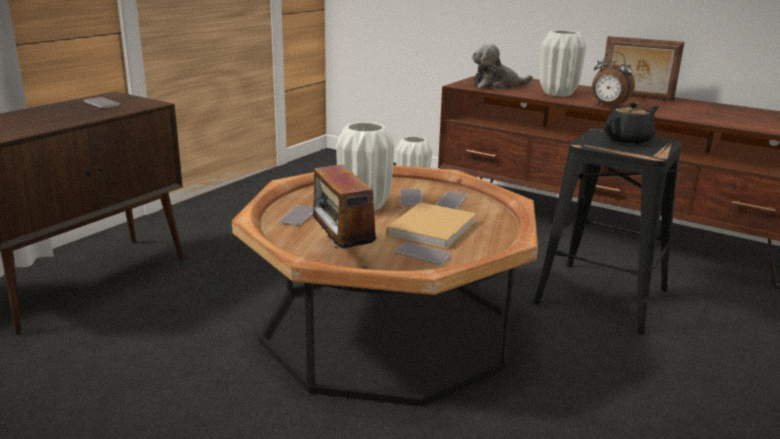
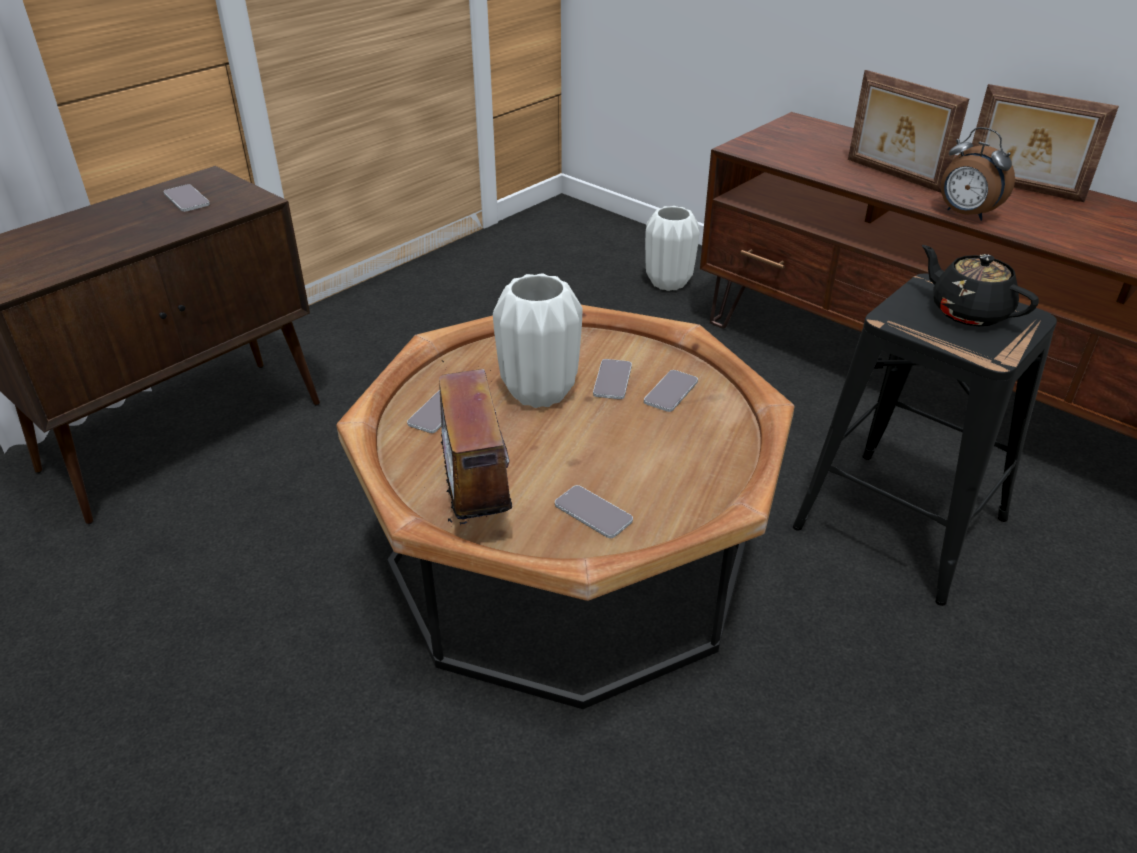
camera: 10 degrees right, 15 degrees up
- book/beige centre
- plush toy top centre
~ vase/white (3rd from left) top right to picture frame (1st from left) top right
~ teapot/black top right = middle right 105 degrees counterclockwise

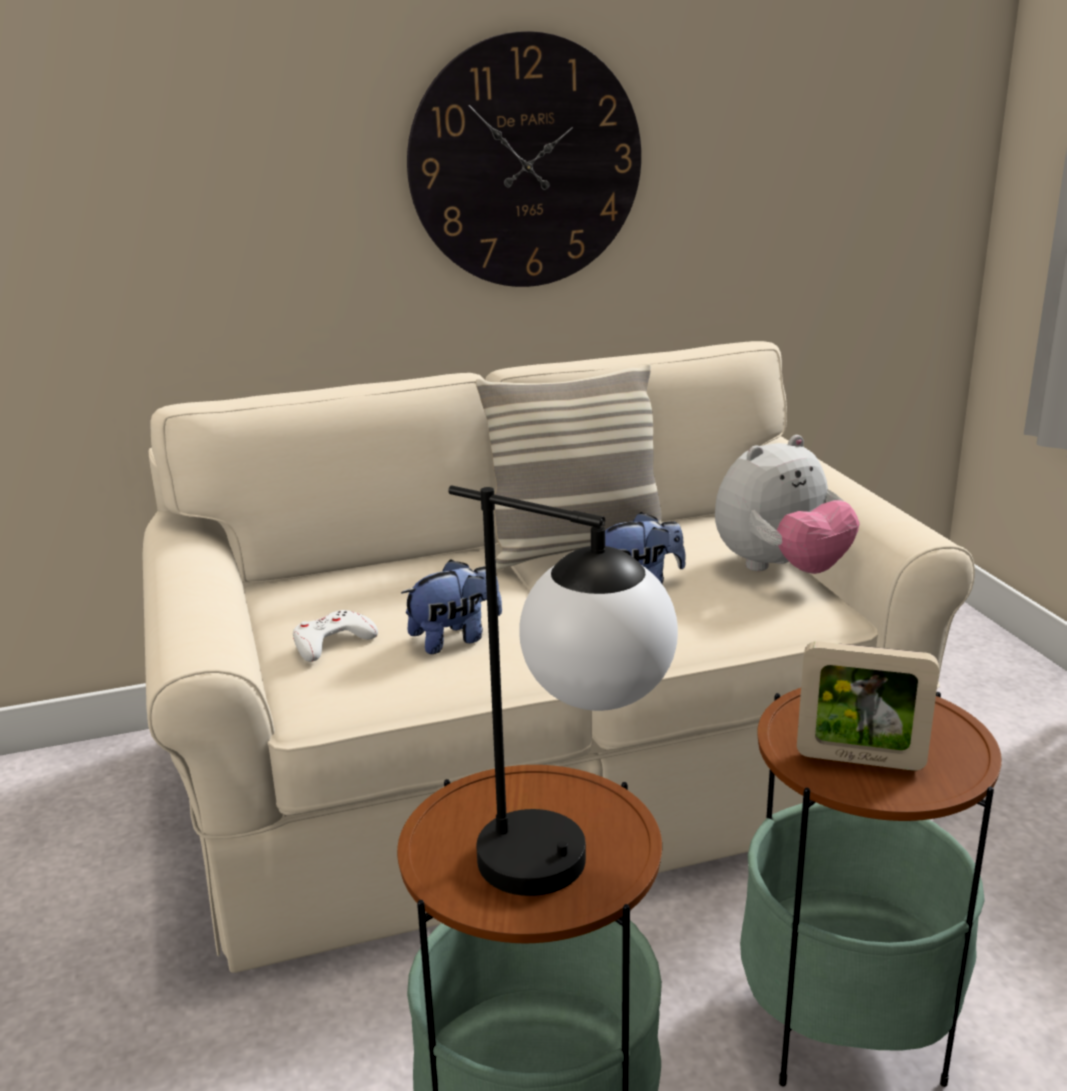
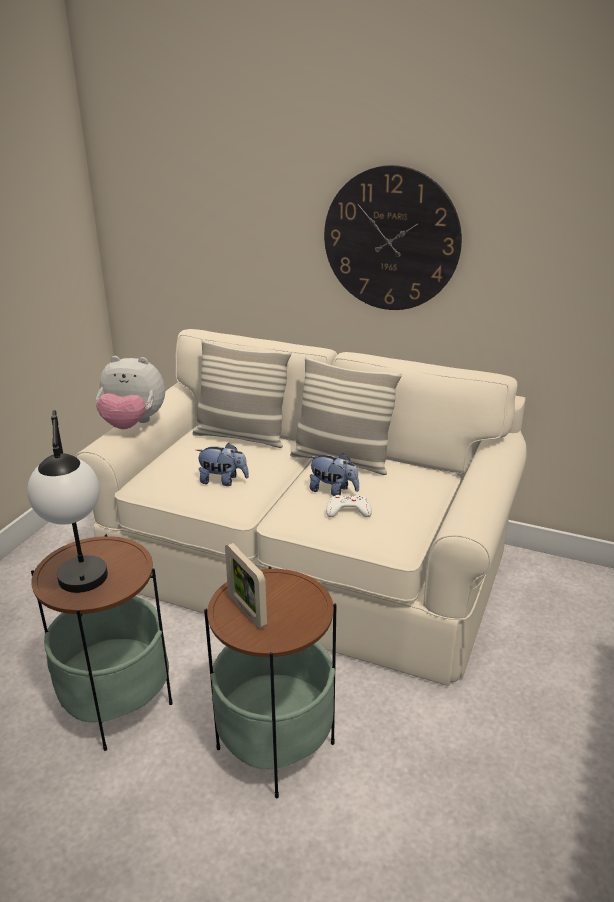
camera: 40 degrees right, 5 degrees up
+ pillow (1st from left) centre
~ game controller/white middle left to centre
~ plush toy (3rd from left in the first image) middle right to plush toy (1st from left) middle left

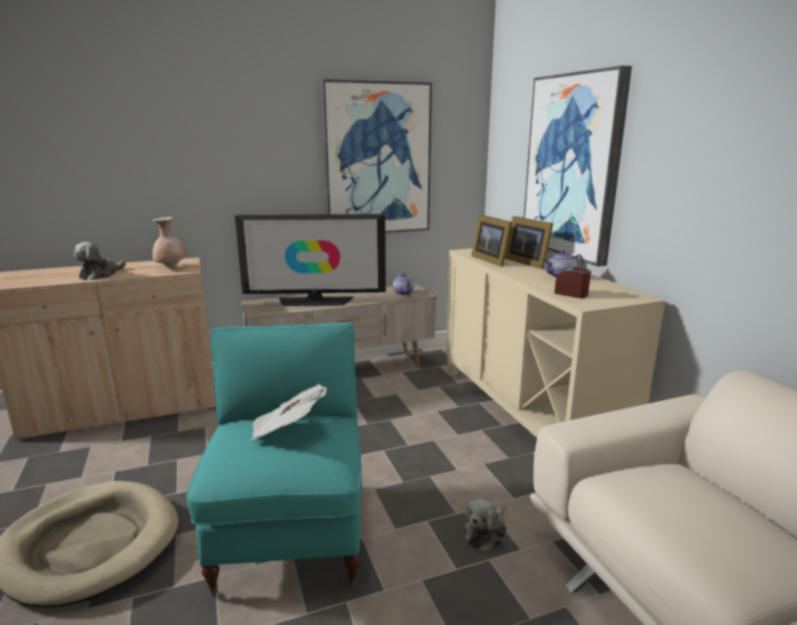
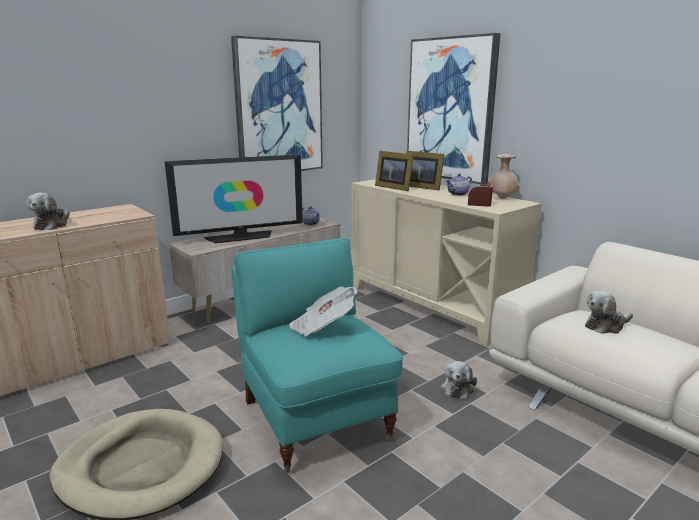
camera: 20 degrees left, 0 degrees up
+ plush toy (3rd from left) middle right
~ vase/beige middle left to middle right

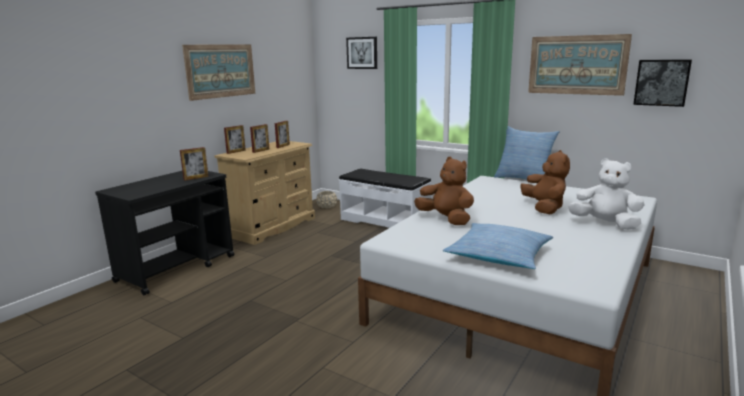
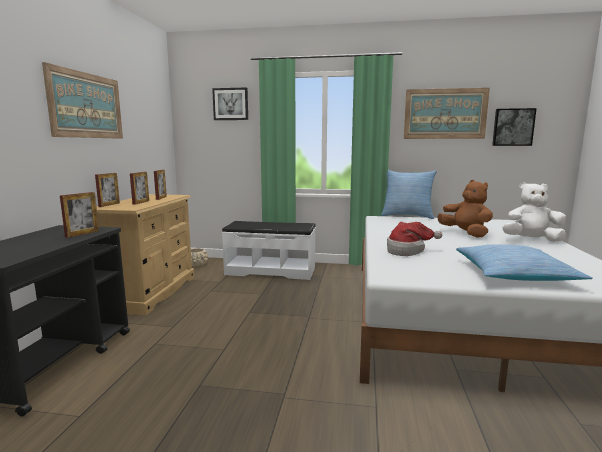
camera: 25 degrees left, 5 degrees down
~ plush toy/brown (1st from left) centre to hat middle right

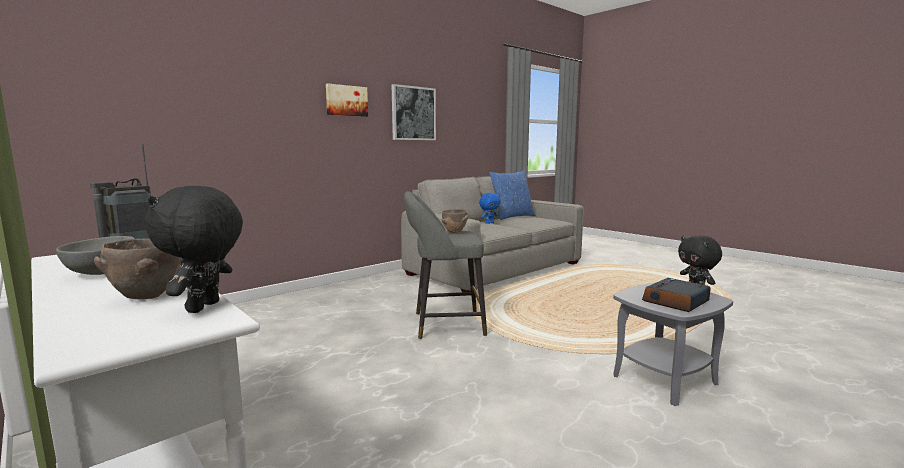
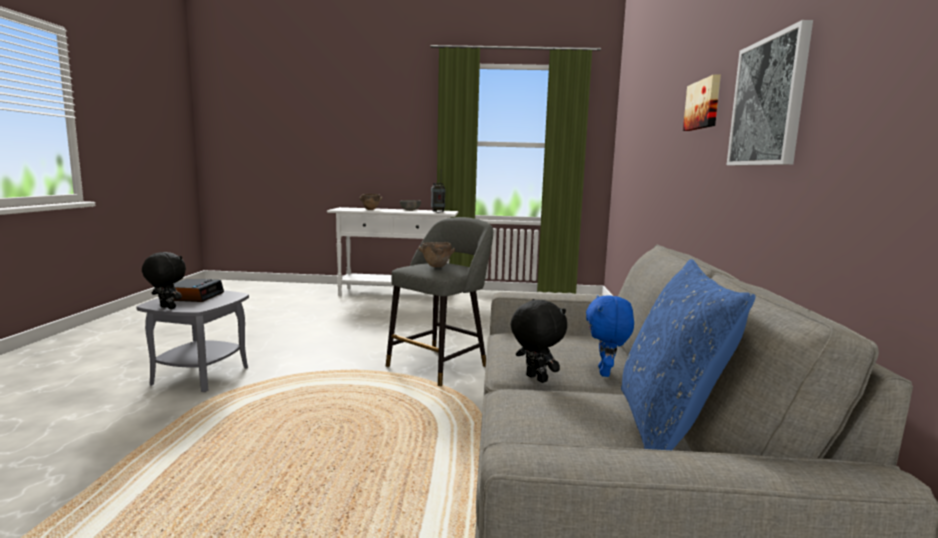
camera: 135 degrees right, 0 degrees up
~ plush toy/black (1st from left in the first image) middle left to plush toy/black (2nd from left) centre

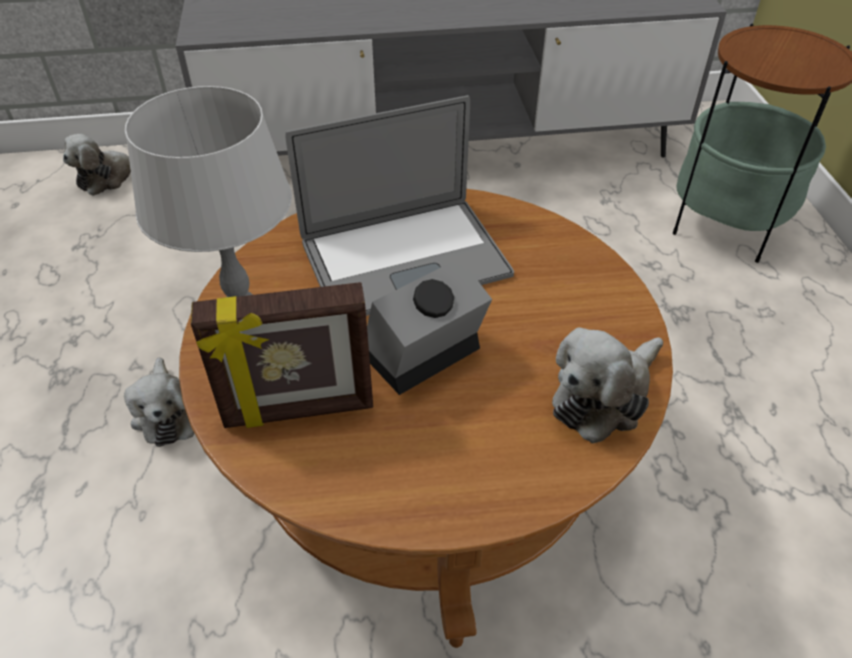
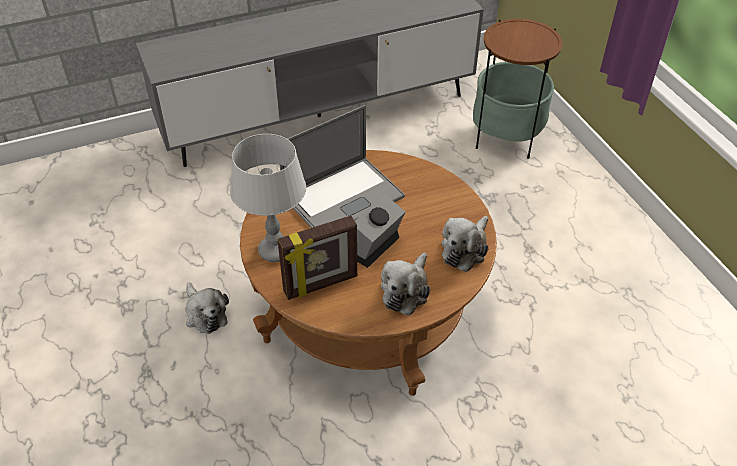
camera: 15 degrees left, 0 degrees up
~ plush toy (1st from left in the first image) top left to plush toy (2nd from left) centre

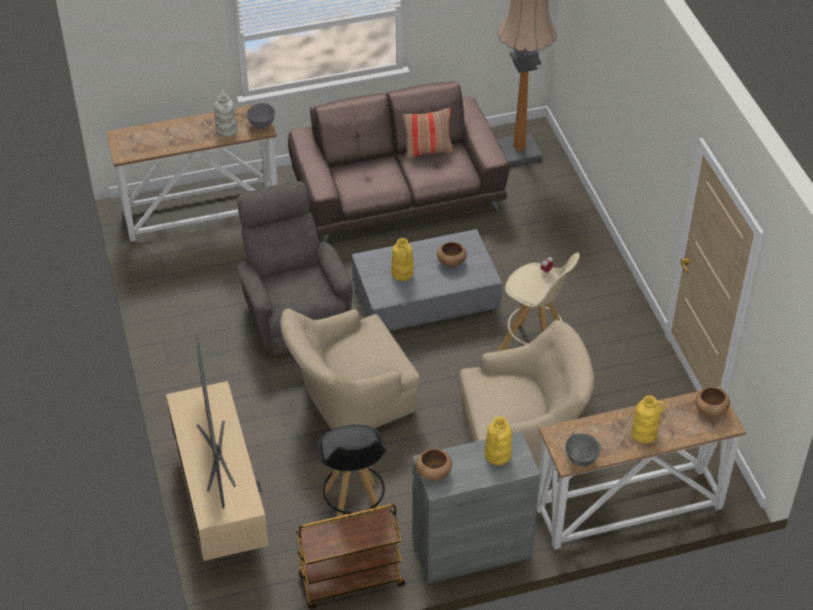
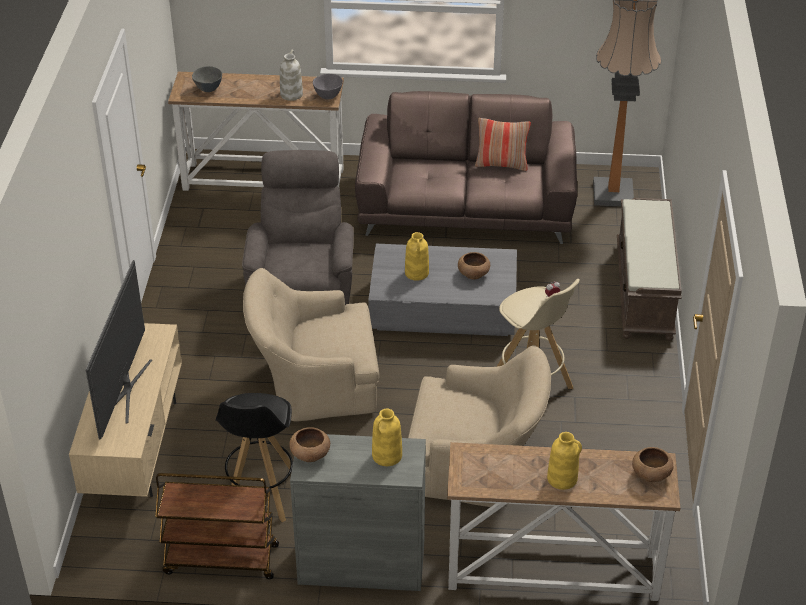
camera: 20 degrees right, 5 degrees down
+ bench/brown middle right
~ bowl/grey (2nd from left in the first image) bottom right to bowl/grey (1st from left) top left

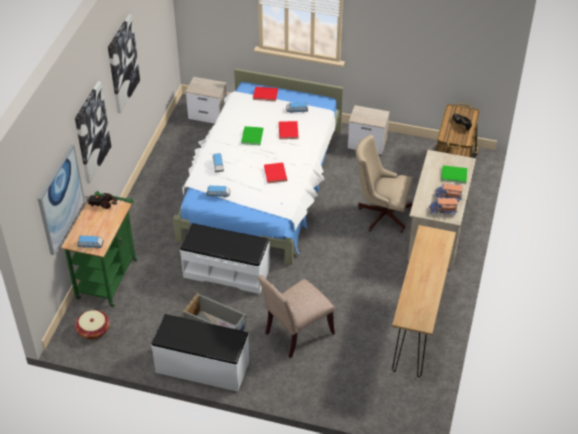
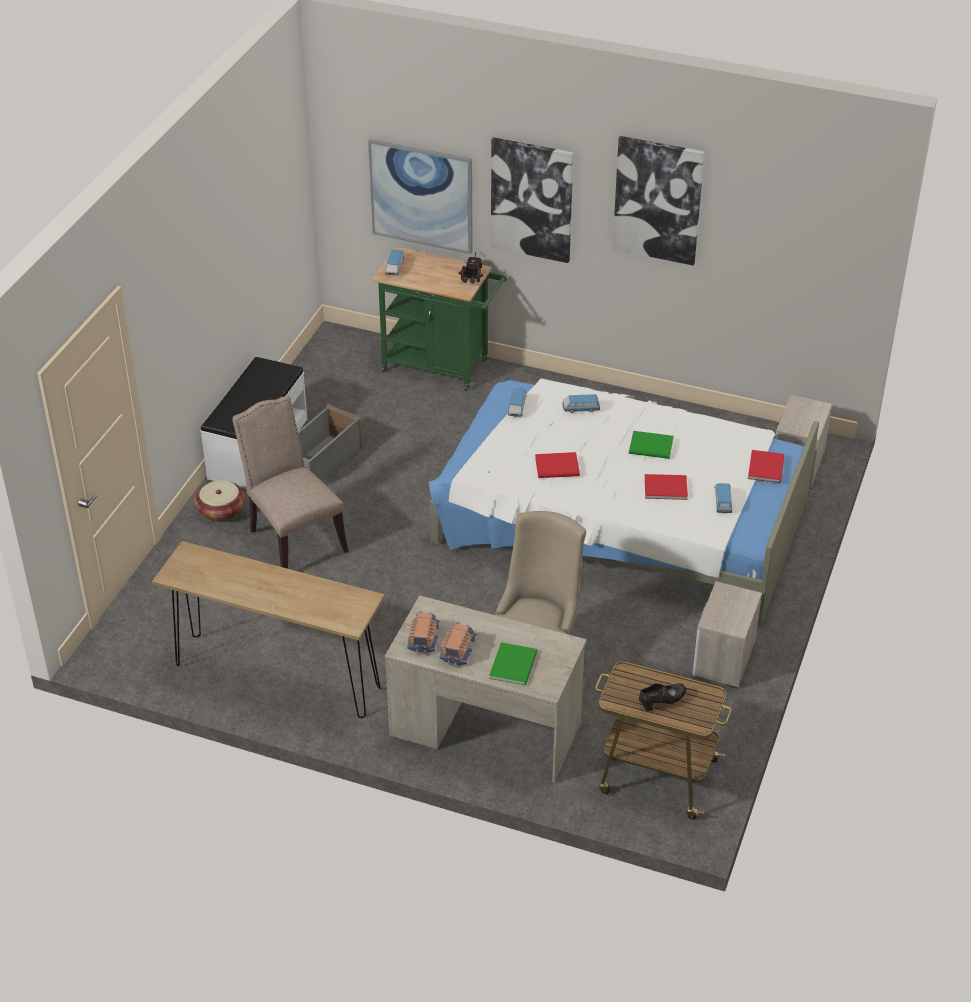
camera: 95 degrees right, 5 degrees down
- bench/white (2nd from left) centre
~ basket bottom left to middle left

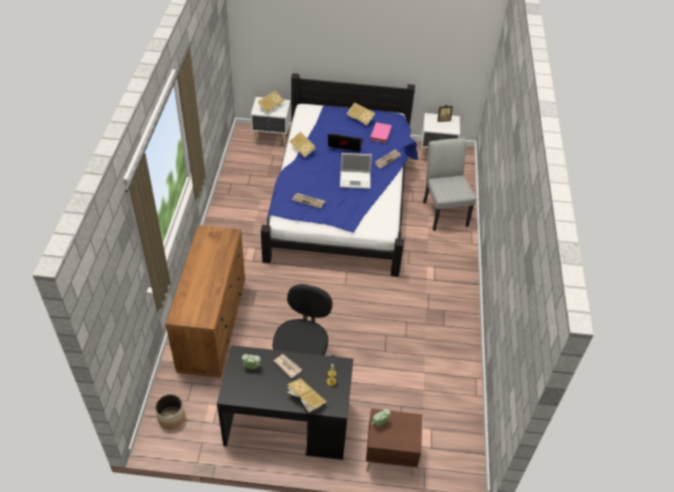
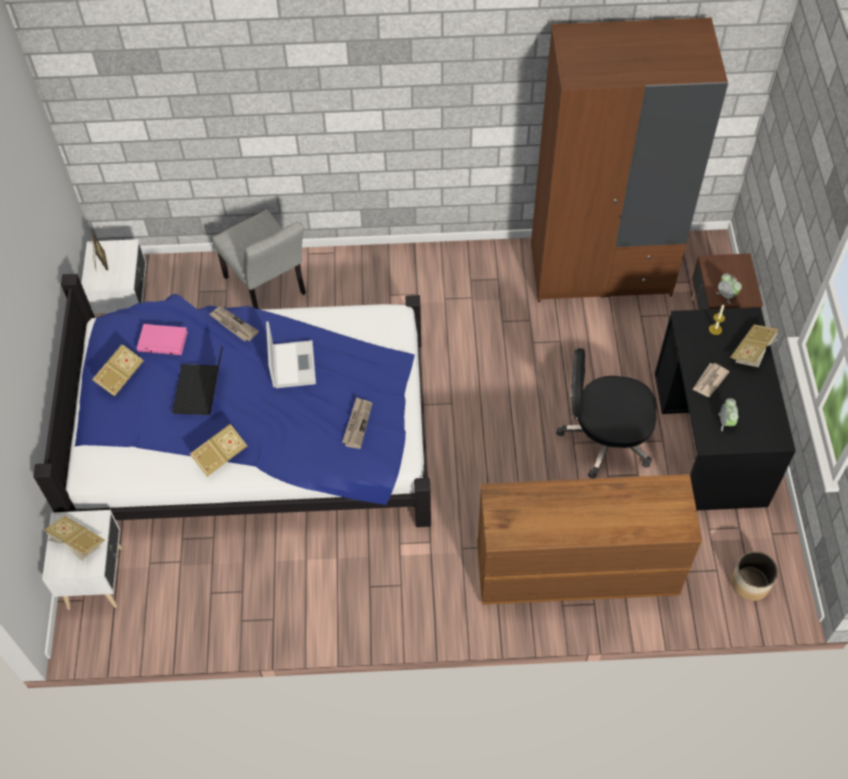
camera: 95 degrees left, 10 degrees up
+ wardrobe/brown top right
~ chair/grey middle right = top left 105 degrees counterclockwise

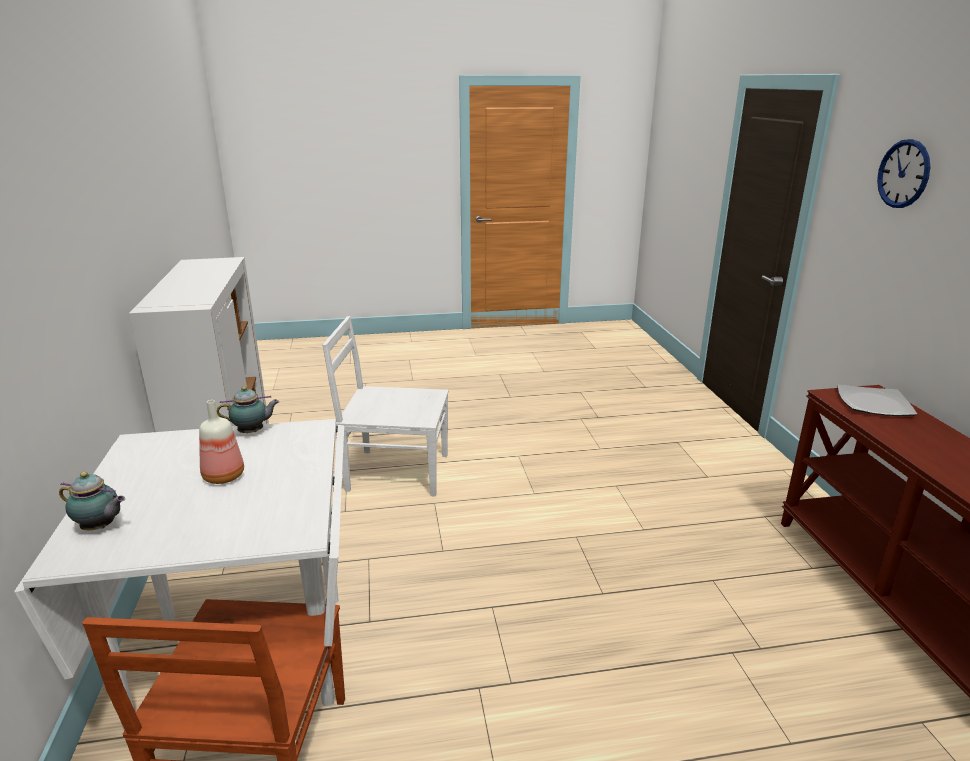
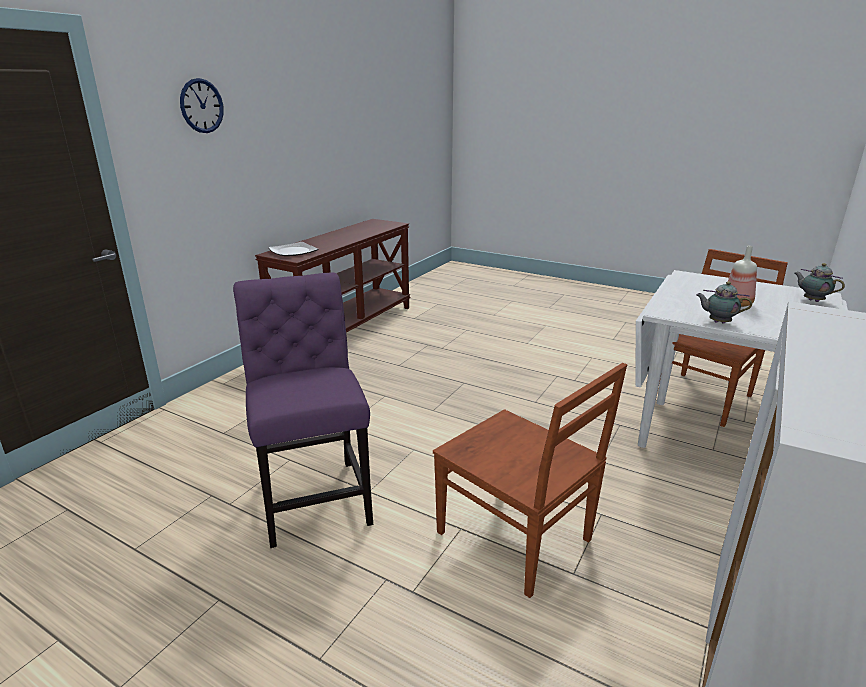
camera: 140 degrees left, 0 degrees up
+ chair/purple centre
~ chair/white centre to chair/brown (1st from left) bottom centre

